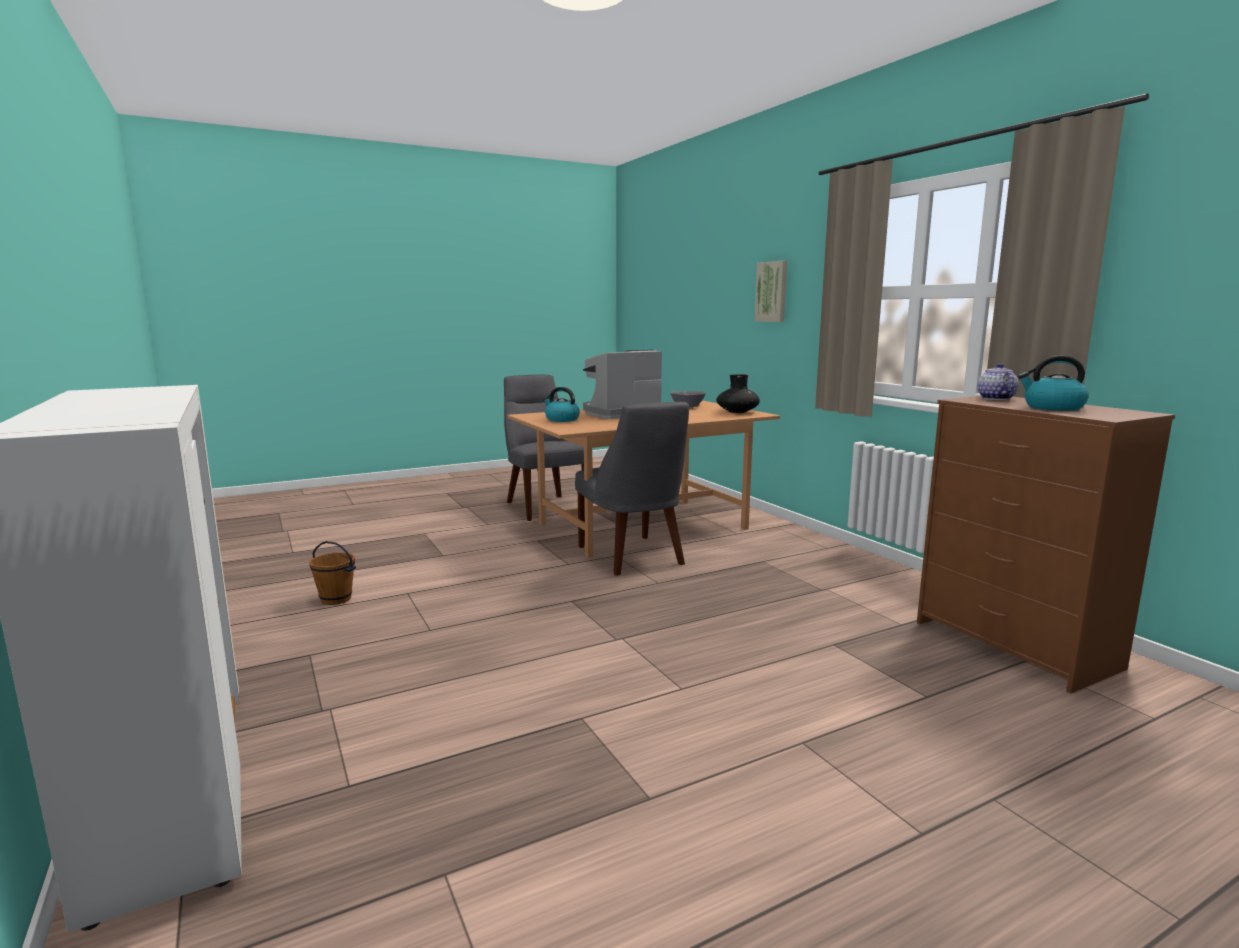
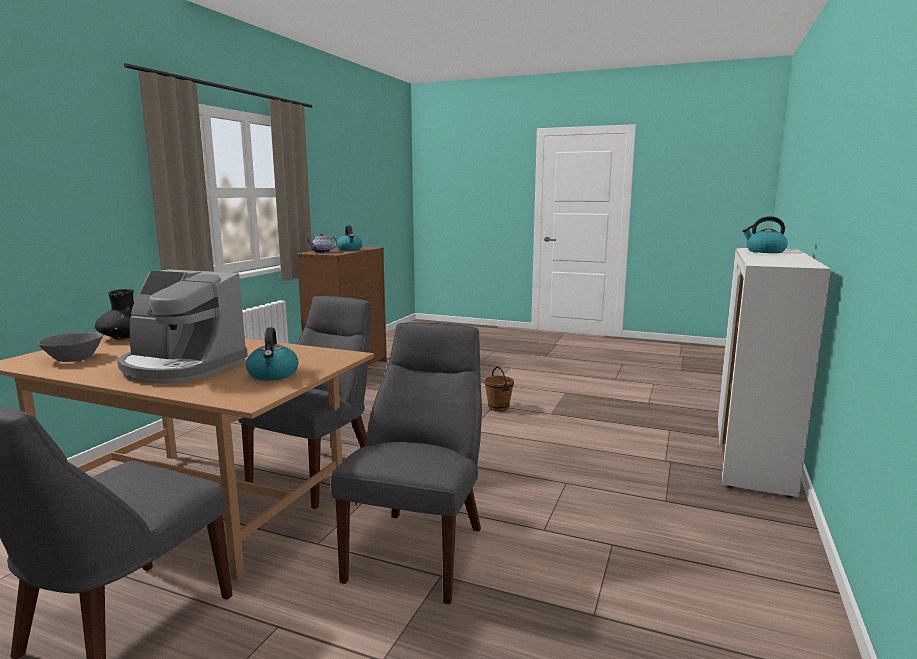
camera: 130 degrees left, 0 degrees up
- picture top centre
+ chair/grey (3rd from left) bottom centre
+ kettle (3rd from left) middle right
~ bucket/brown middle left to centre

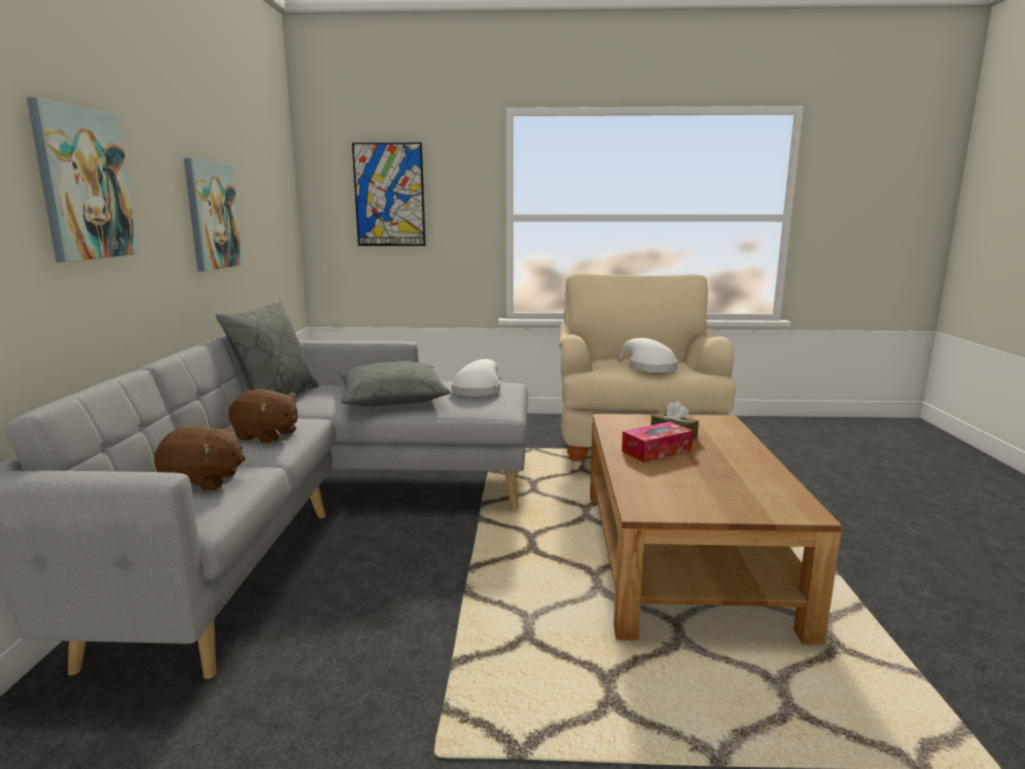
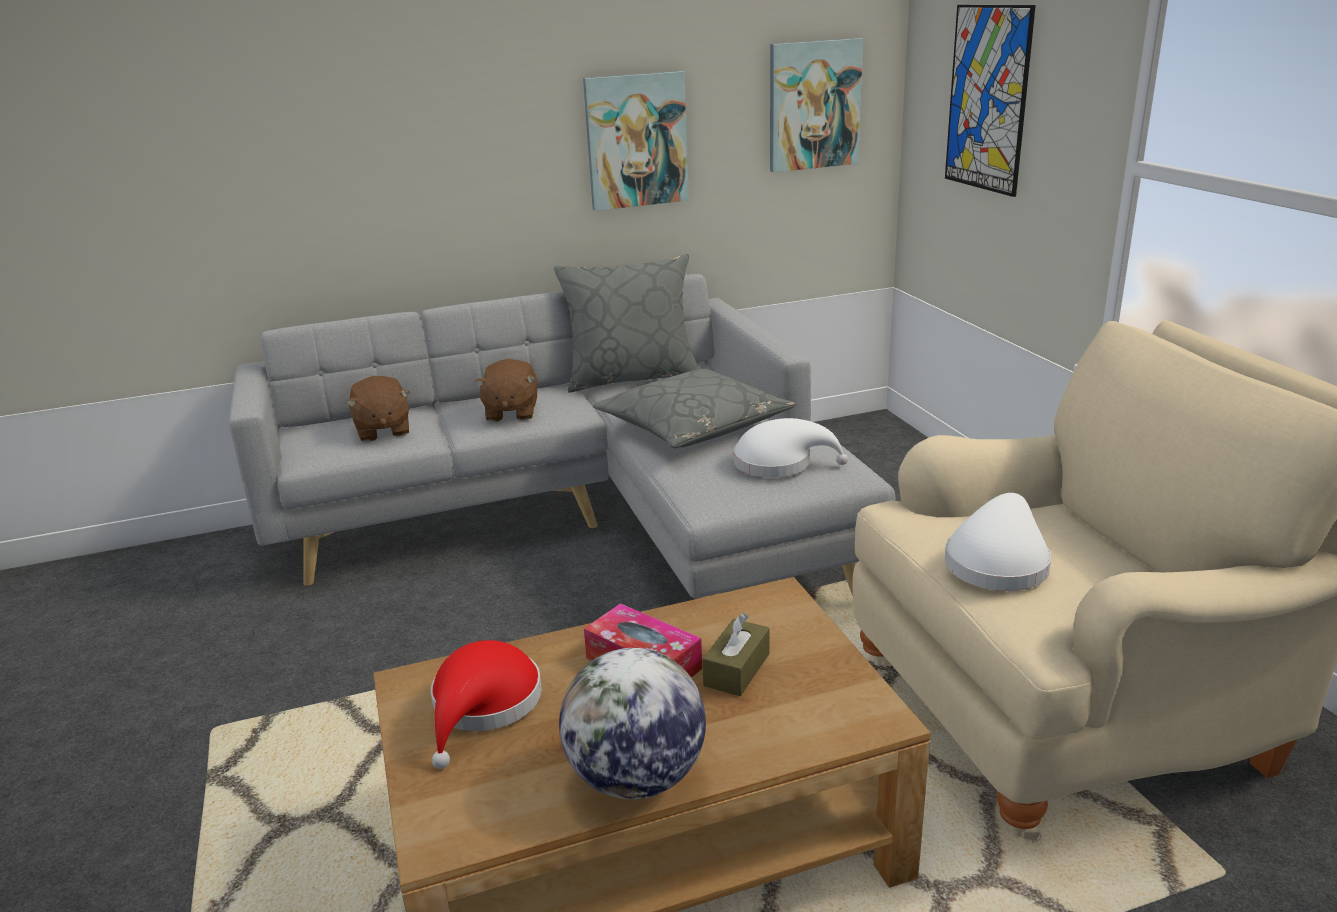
camera: 70 degrees right, 10 degrees up
+ hat/red bottom centre
+ globe bottom centre
~ picture (1st from left in the first image) top left to picture (2nd from left) top centre

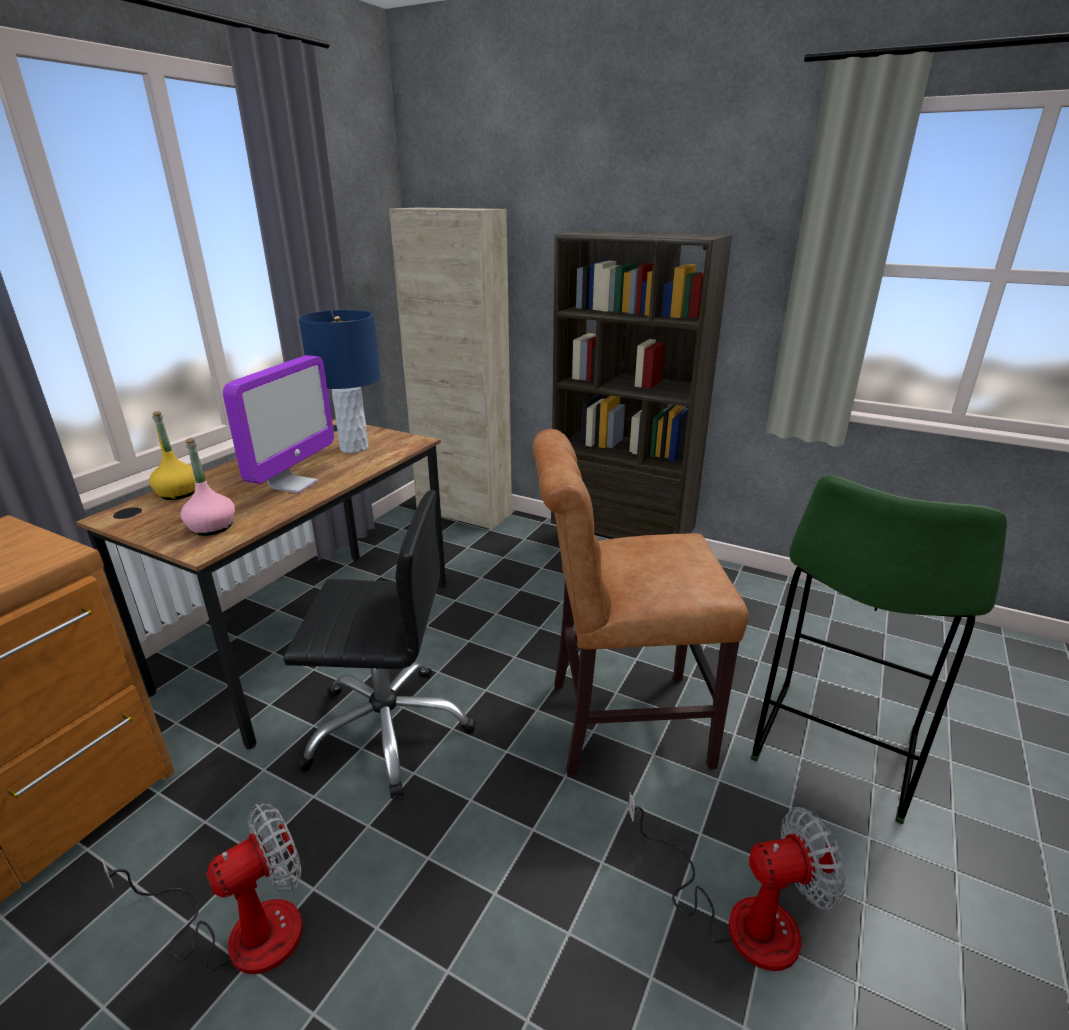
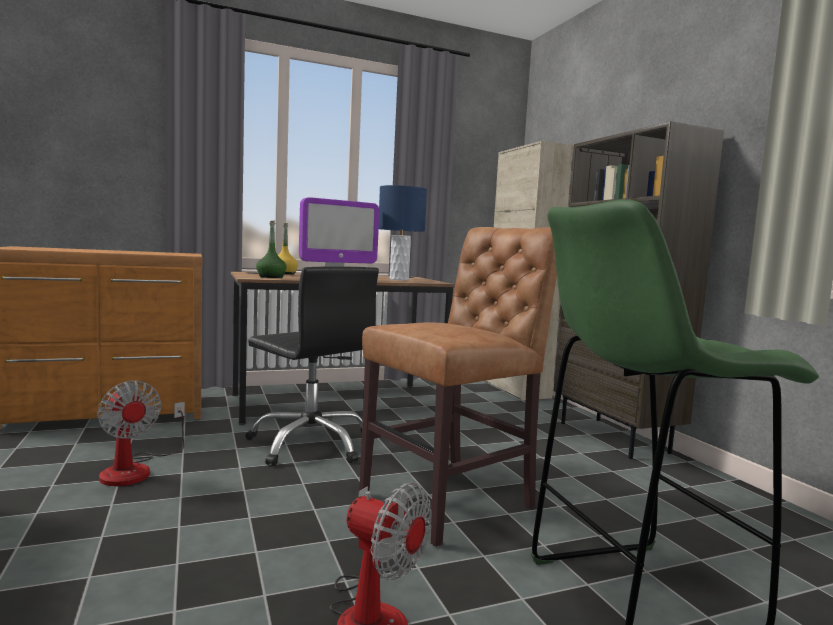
camera: 40 degrees right, 20 degrees down
~ bottle/pink middle left to bottle/green middle left
~ fan (1st from left) bottom left = bottom left 45 degrees clockwise
~ chair/brown centre = centre 105 degrees clockwise

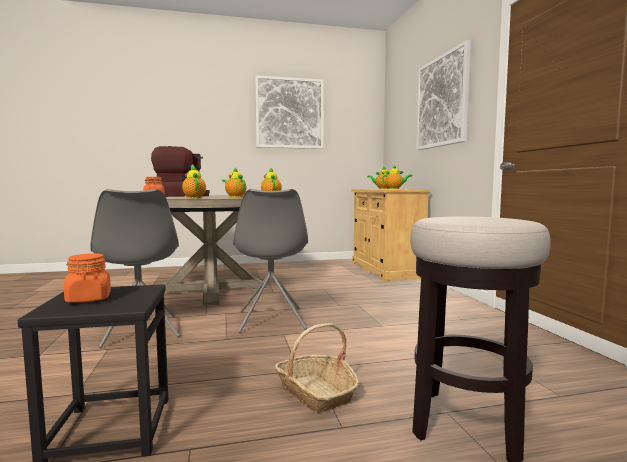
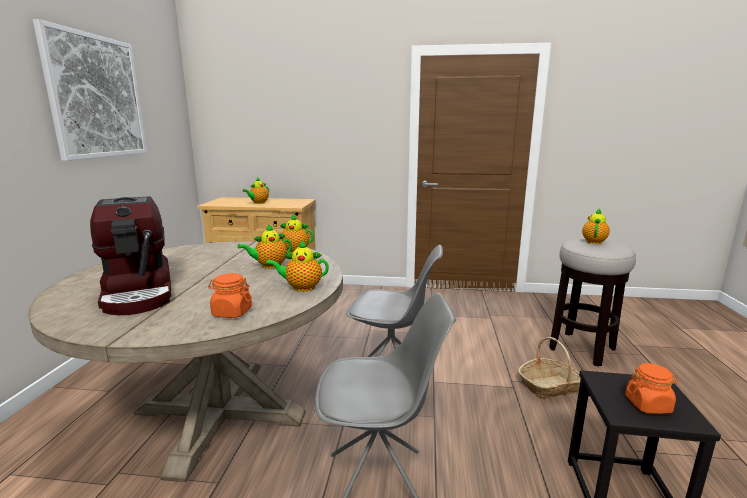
camera: 70 degrees left, 10 degrees up
- picture (2nd from left) top right
~ teapot (5th from left) centre to middle right
~ coffee machine middle left = middle left 150 degrees clockwise

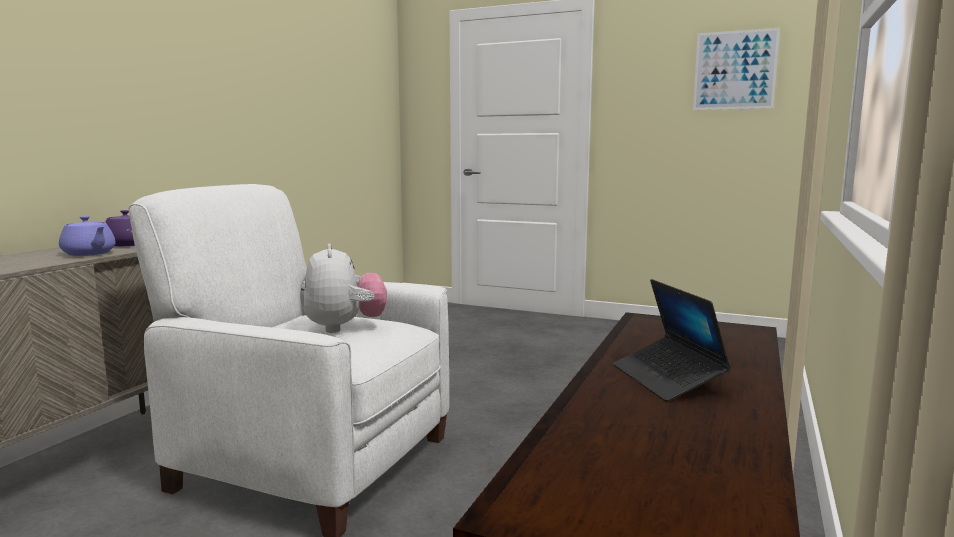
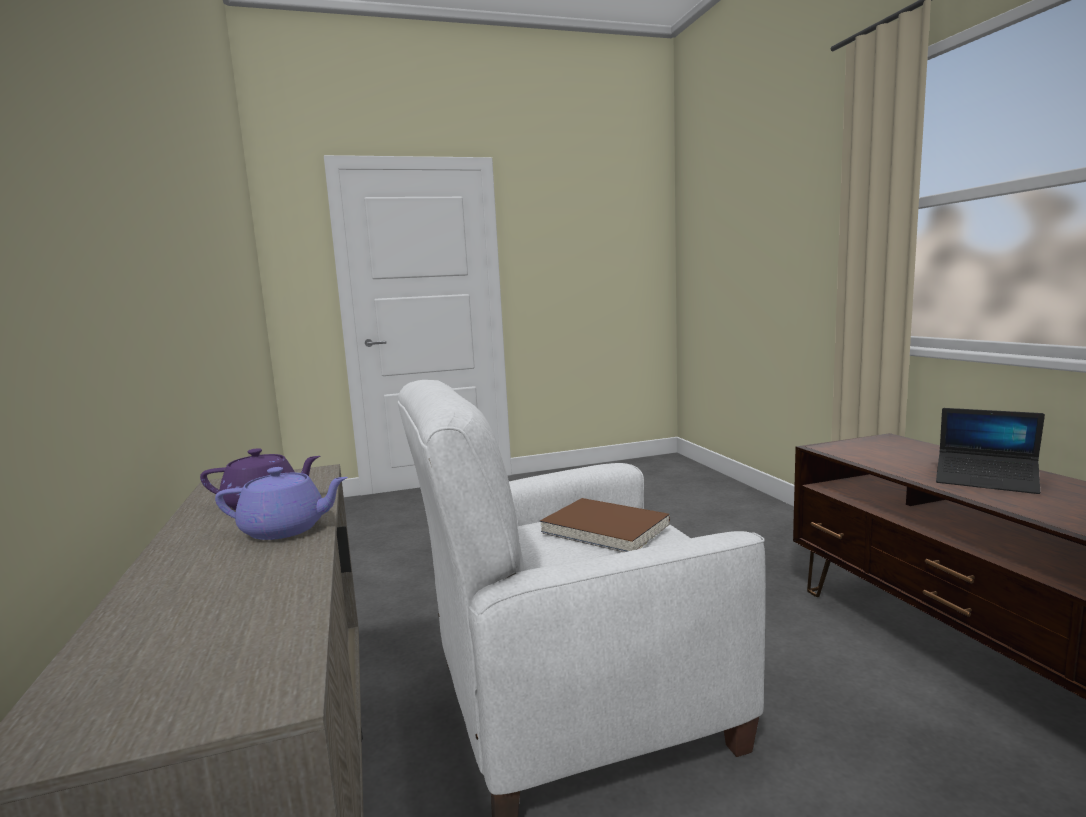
camera: 40 degrees left, 0 degrees up
- picture top right
~ plush toy centre to book/brown centre

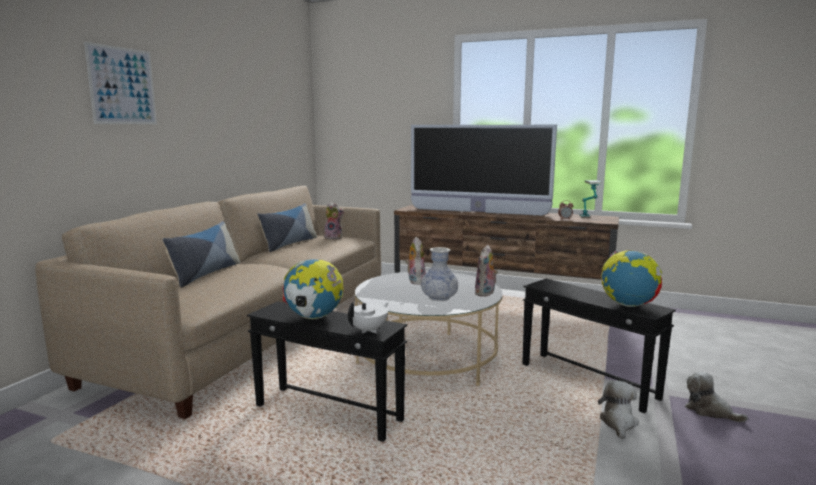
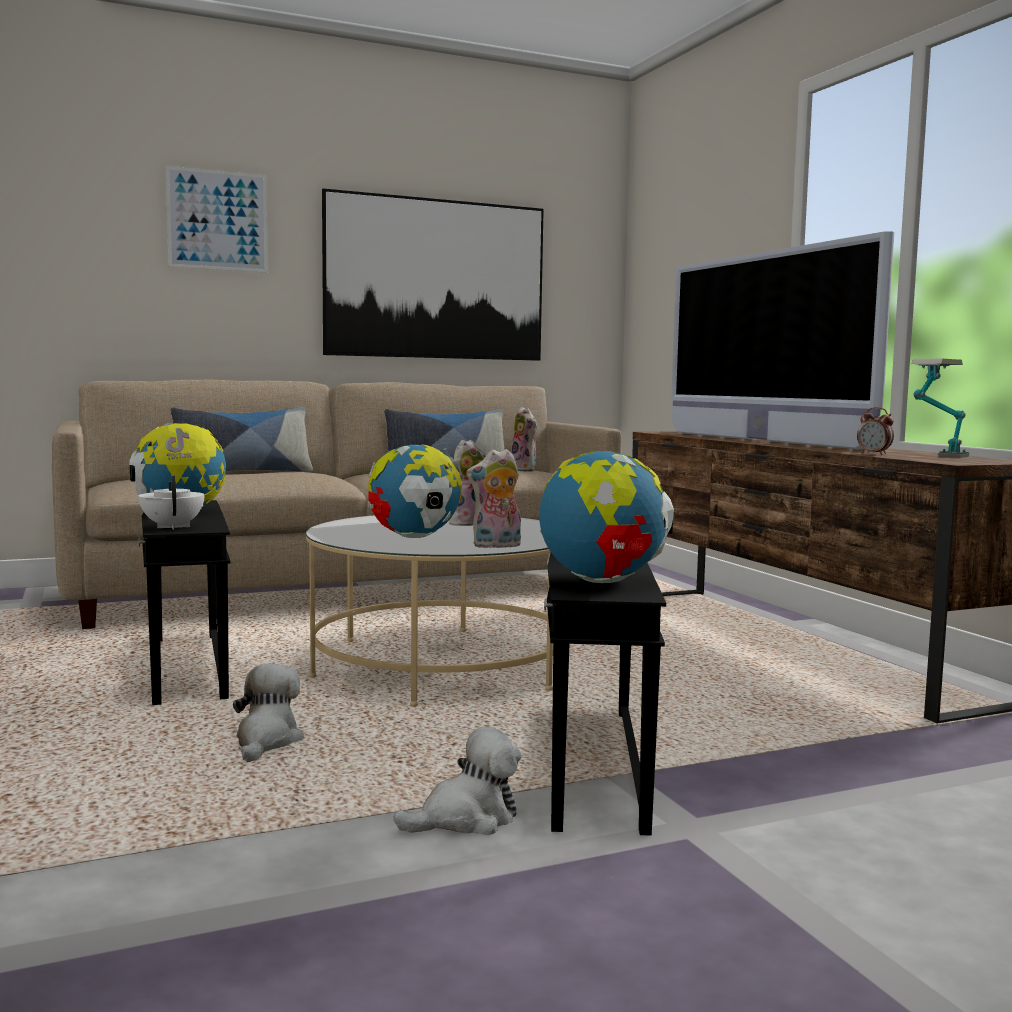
camera: 45 degrees right, 5 degrees down
+ picture (2nd from left) top centre
~ plush toy (5th from left in the first image) bottom right to plush toy (1st from left) bottom left
~ vase centre to globe (2nd from left) centre
~ teapot/white centre = middle left 105 degrees counterclockwise

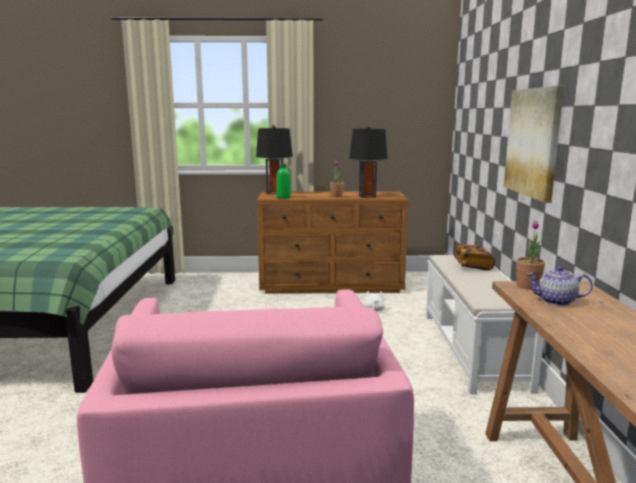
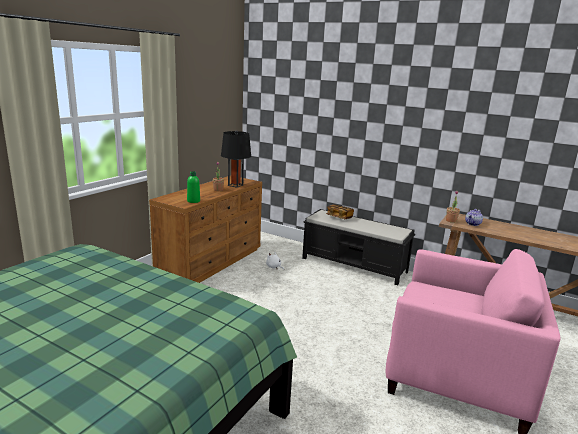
camera: 60 degrees left, 5 degrees up
- table lamp/black (1st from left) top centre
- picture top right
~ bench/white bottom right to bench/black centre

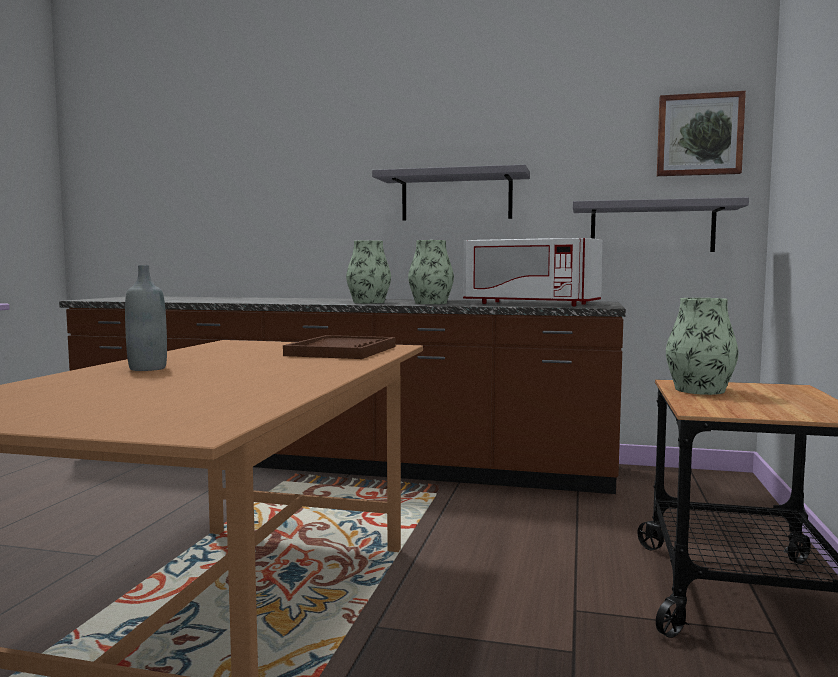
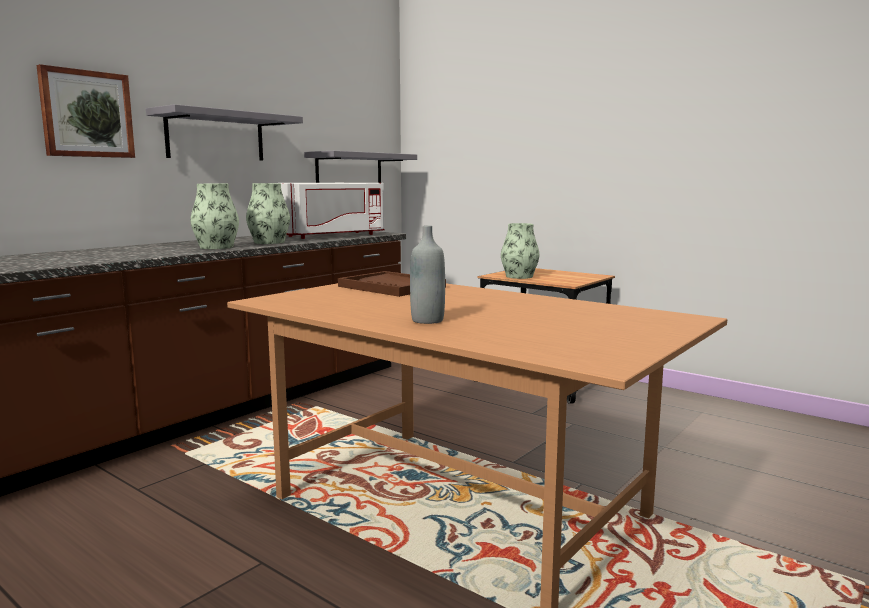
camera: 65 degrees left, 5 degrees up
~ picture top right to top left

